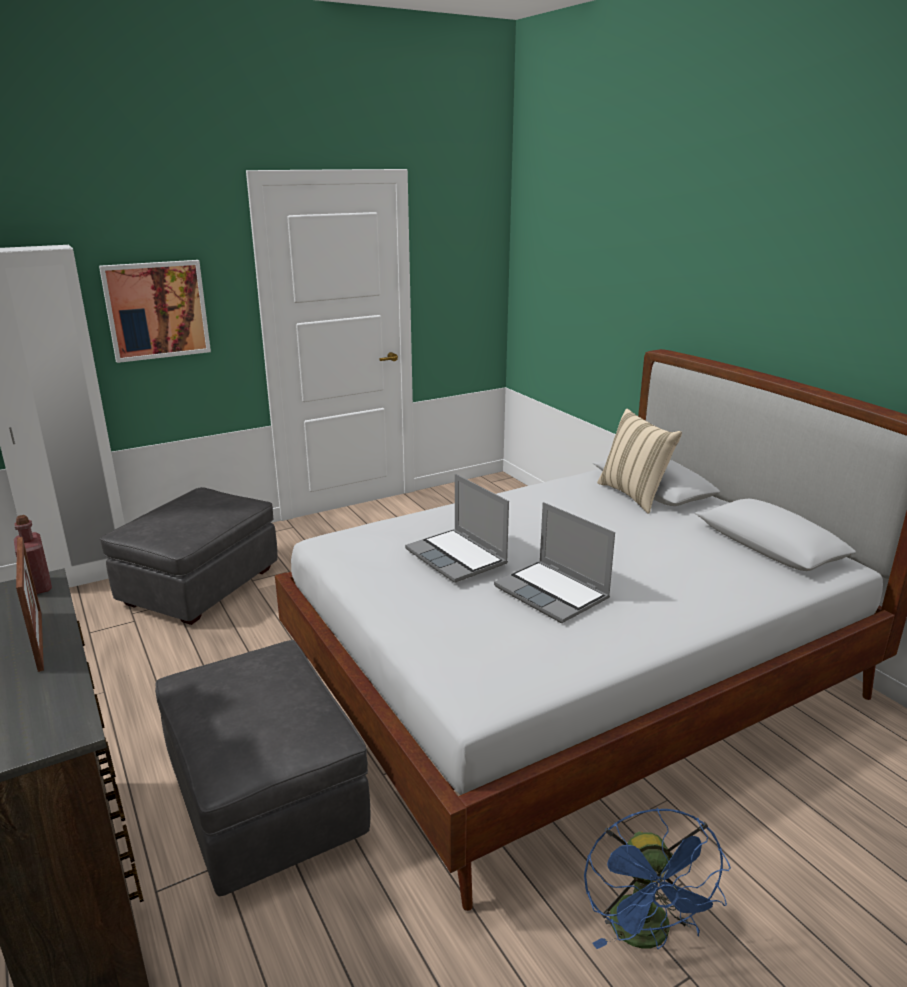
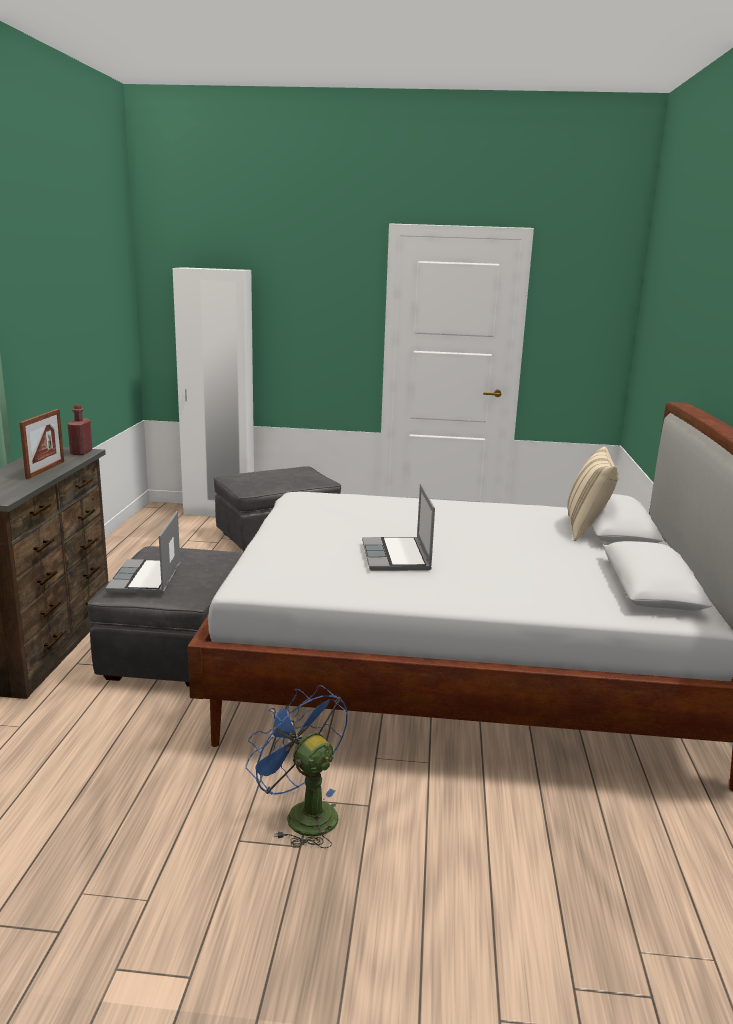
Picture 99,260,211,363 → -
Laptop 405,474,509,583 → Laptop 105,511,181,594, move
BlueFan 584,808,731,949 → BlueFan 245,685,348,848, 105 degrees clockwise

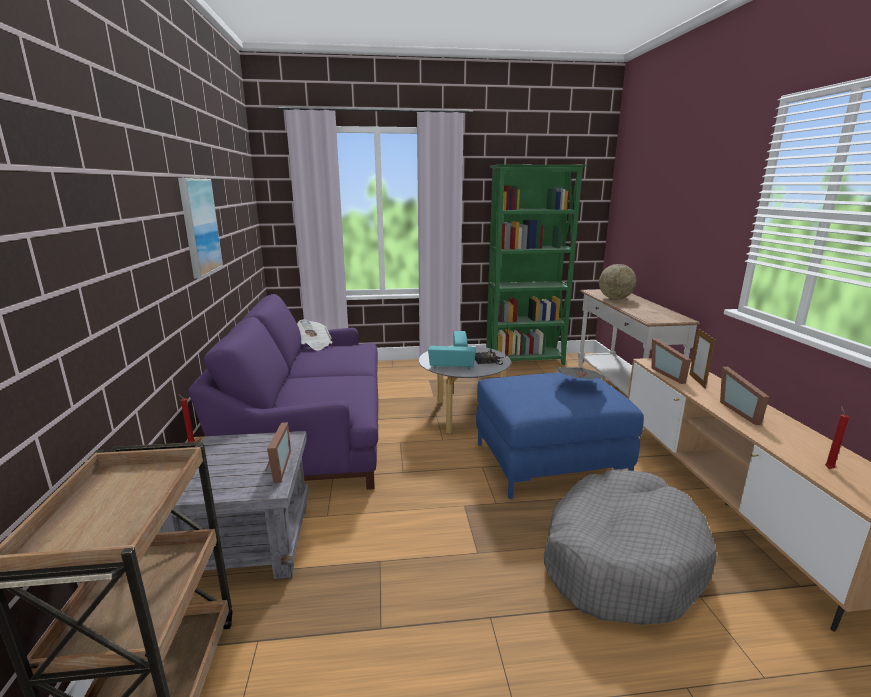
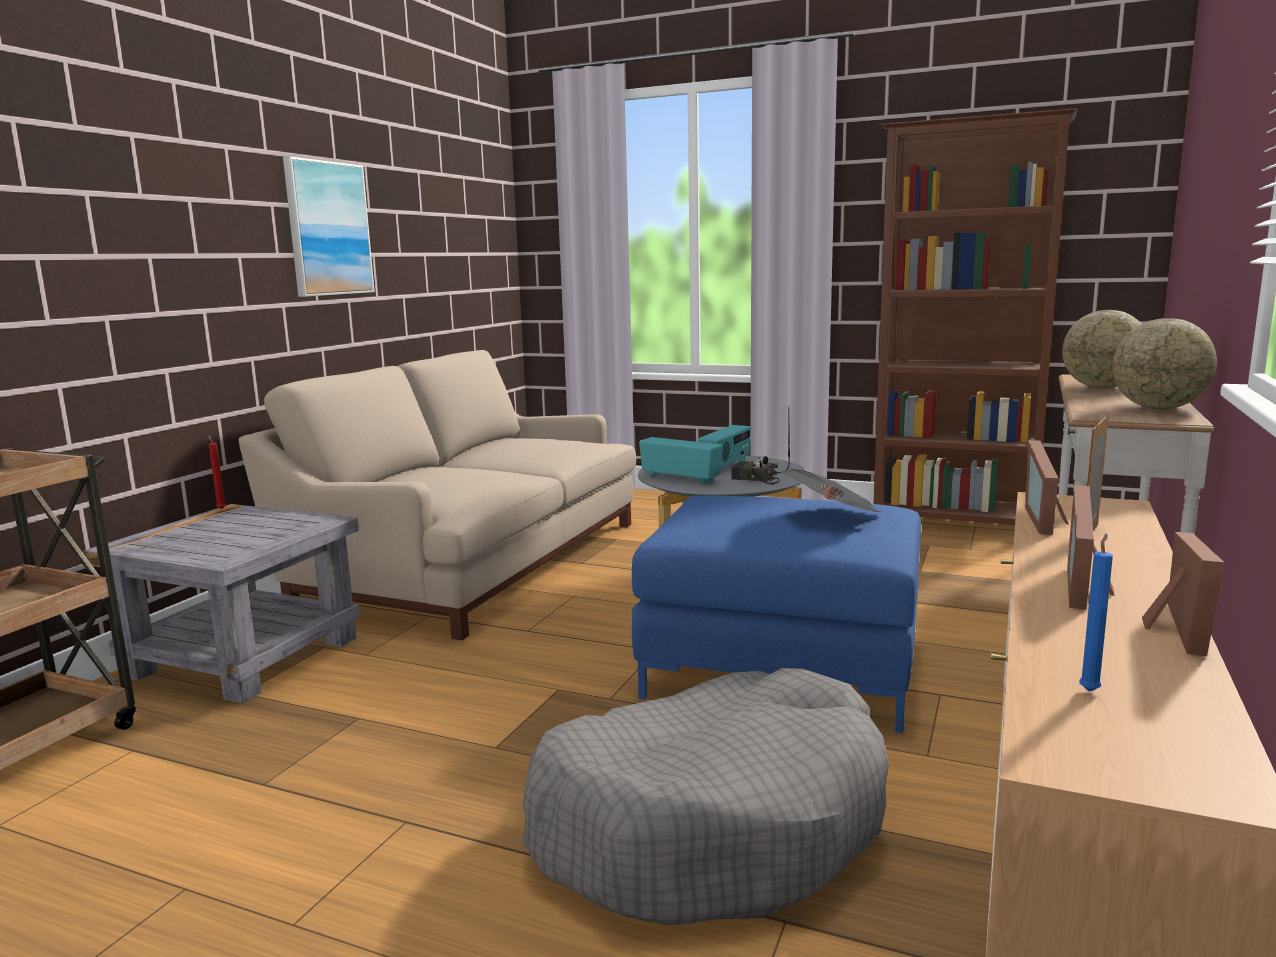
PurpleSofa 188,294,378,489 → BeigeSofa 239,350,636,640
PictureFrame 265,422,291,483 → PictureFrame 1142,532,1224,656, move
Newspaper 297,320,333,351 → -
GreenBookcase 486,164,587,365 → BrownBookcase 874,108,1078,525
RedCandle 825,407,849,469 → BlueCandle 1079,533,1113,692
- → Globe 1112,318,1217,409

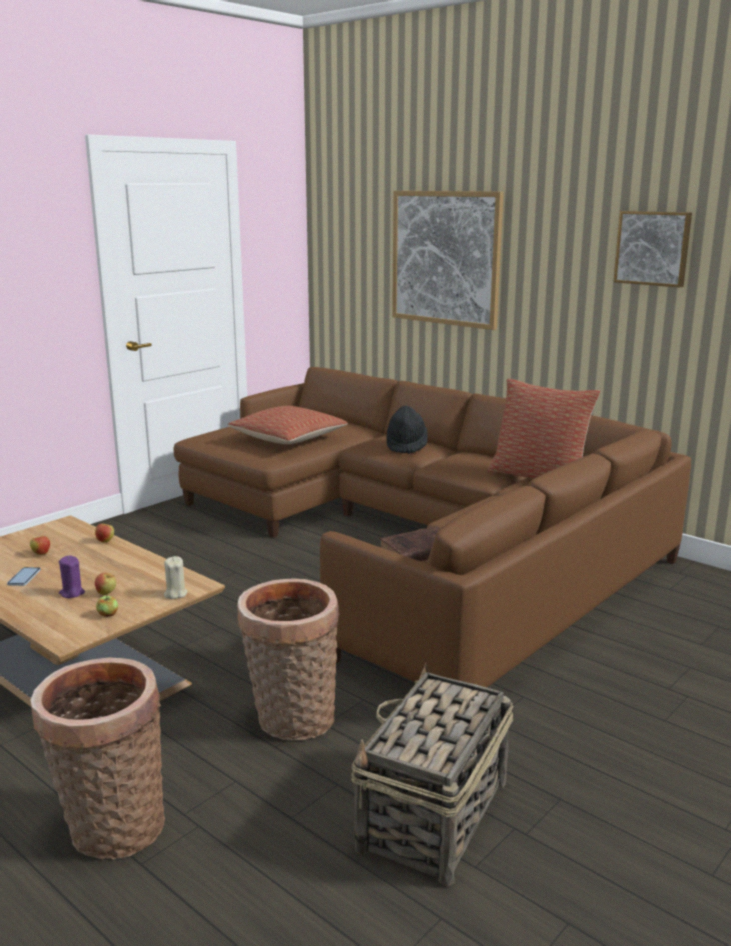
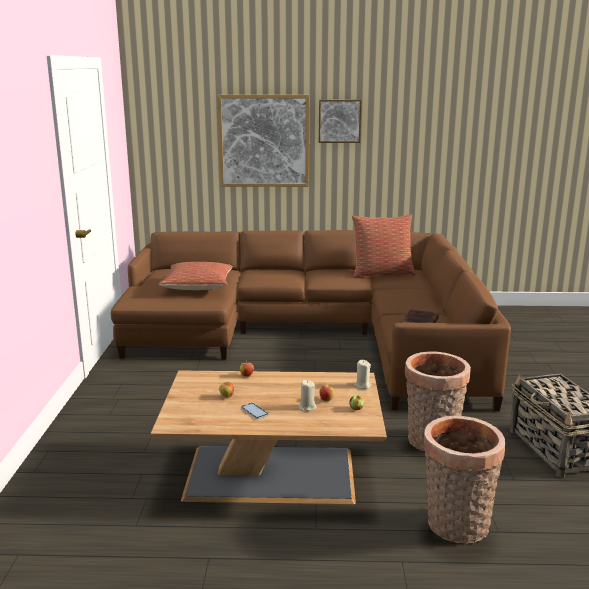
PurpleCandle 59,555,85,598 → BeigeCandle 298,380,316,411
BlackHat 387,406,428,454 → -
Picture 614,211,692,287 → Picture 319,100,362,143, move

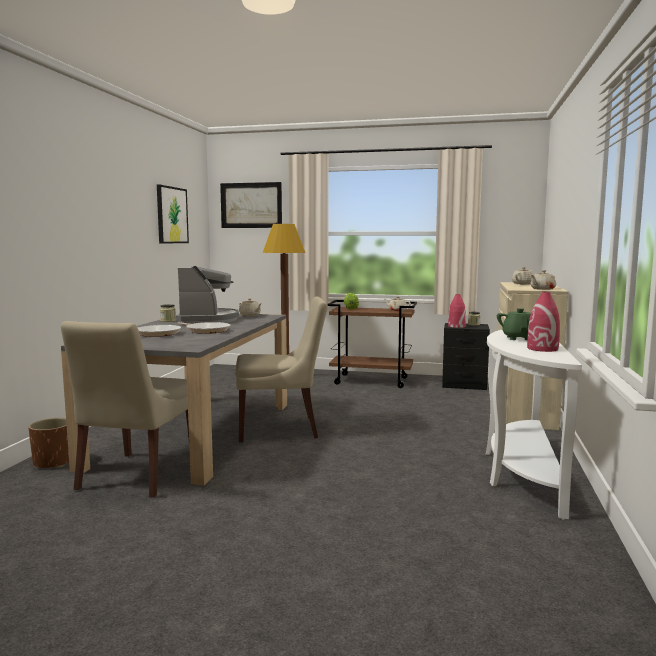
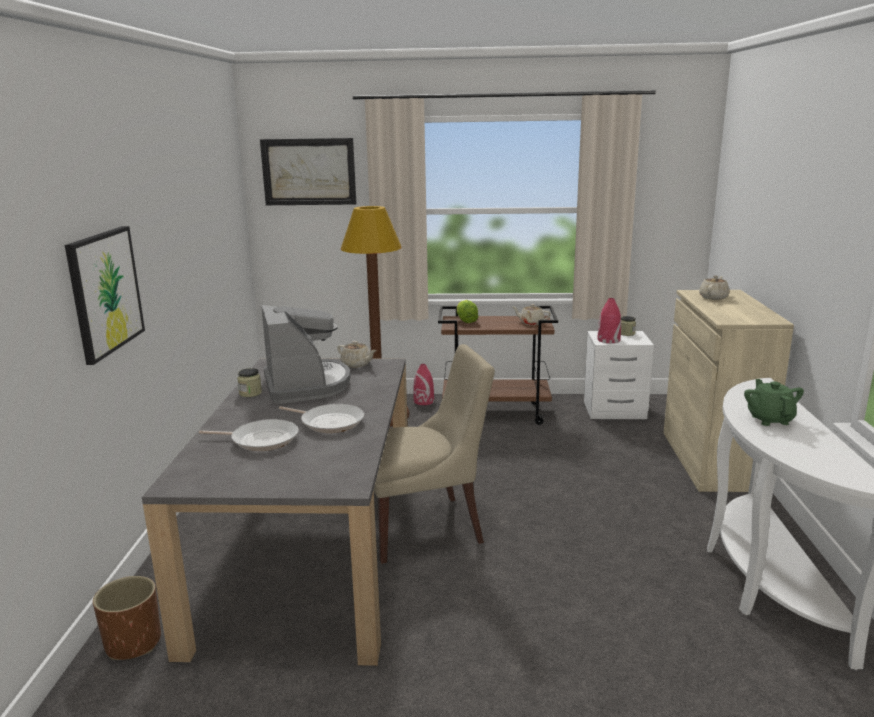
BeigeChair 61,321,189,498 → -
Picture 157,185,189,243 → Picture 65,226,145,365, move
BlackNightstand 442,323,490,390 → WhiteNightstand 584,331,654,419
RedVase 527,292,560,352 → RedVase 413,364,434,405, move
BeigeTeapot 530,270,556,290 → -

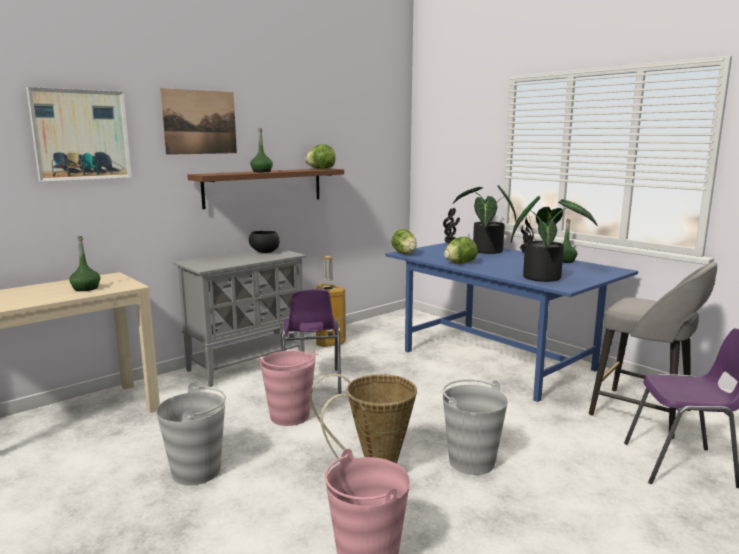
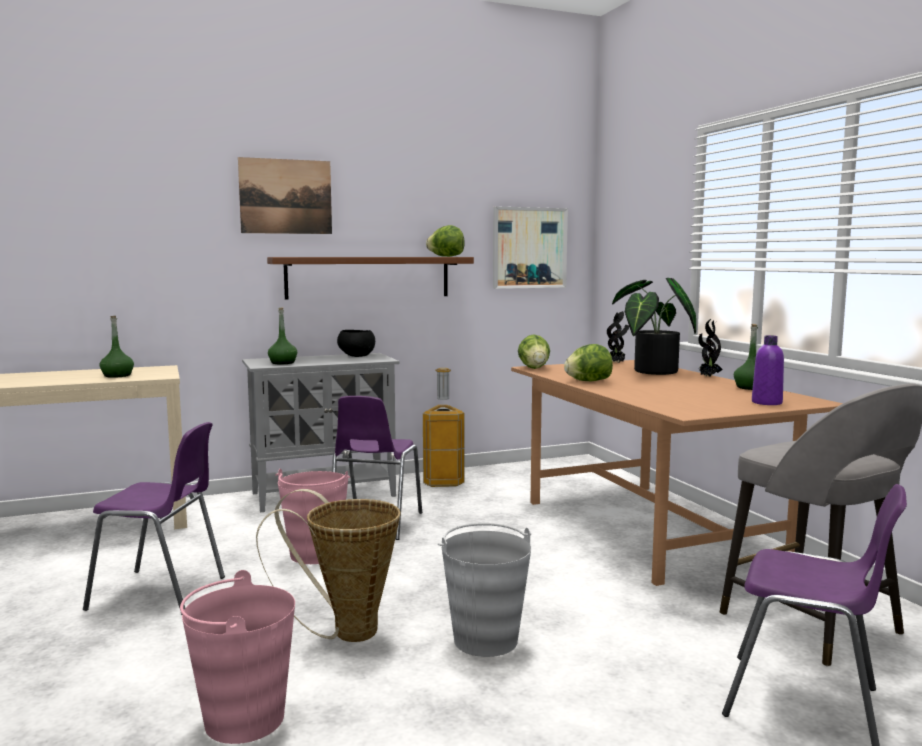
Picture 26,87,132,182 → Picture 493,206,568,289, move
GreyBucket 156,383,226,485 → PurpleChair 83,422,225,615
GreenBottle 250,128,273,172 → GreenBottle 268,307,297,364, move
BlueDiningTable 386,243,638,402 → BrownDiningTable 511,360,843,586
PottedPlant 511,196,598,282 → -
- → PurpleBottle 752,335,784,405

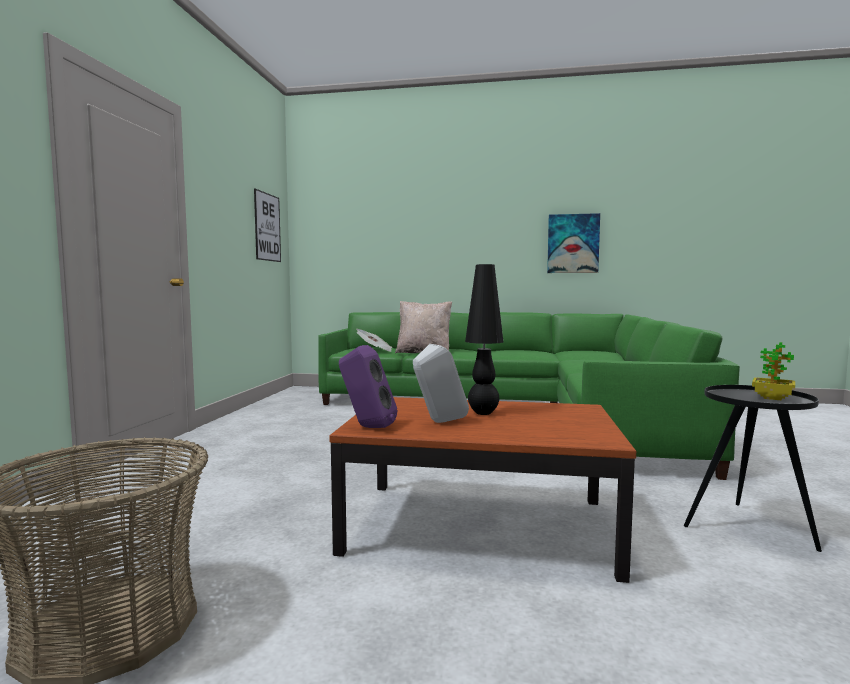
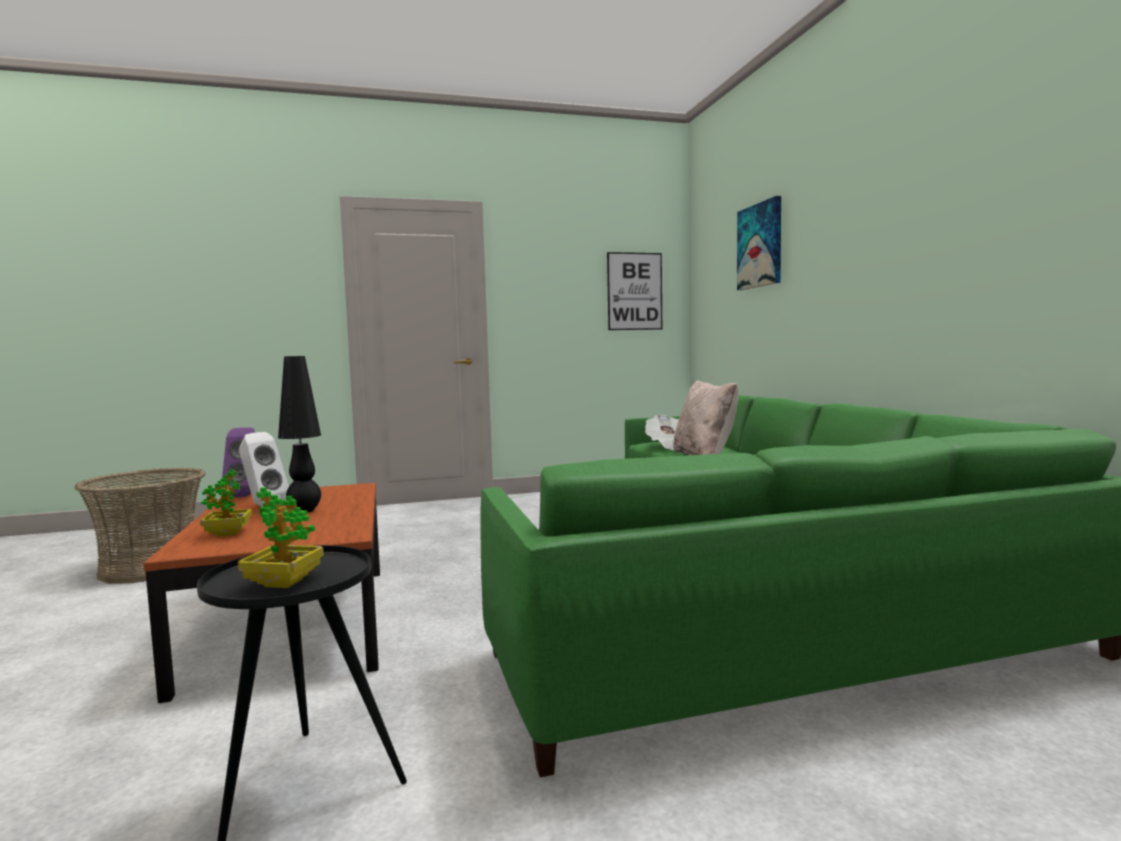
Picture 547,213,600,273 → Picture 737,196,781,290, move
- → PottedPlant 200,469,252,537

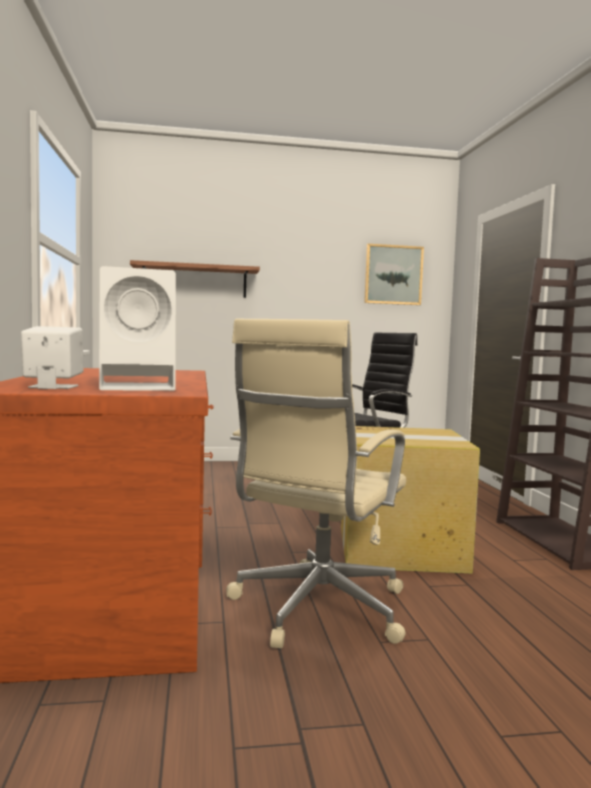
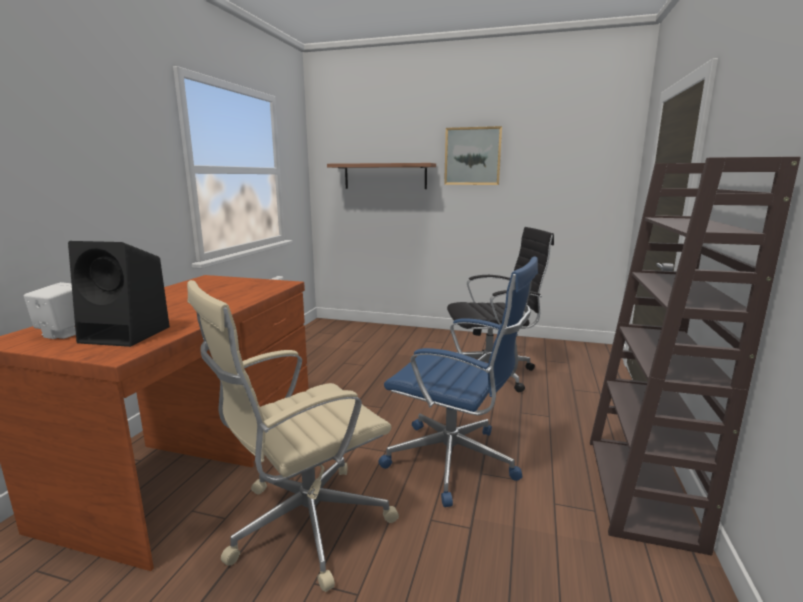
WhiteSpeaker 99,266,176,391 → BlackSpeaker 68,241,170,347
CardboardBox 341,426,480,574 → BlueOfficeChair 378,256,538,507
Picture 364,244,424,305 → Picture 444,126,502,185, move

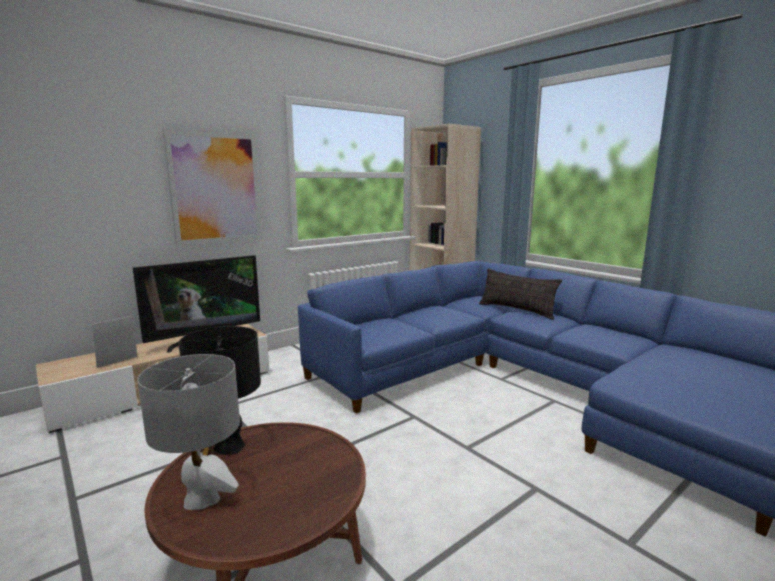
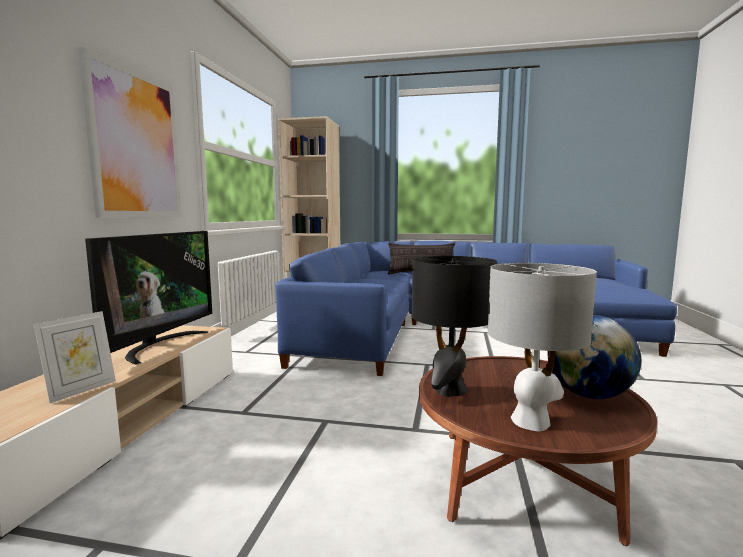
PictureFrame 92,315,137,368 → PictureFrame 34,311,116,403, 150 degrees counterclockwise
- → Globe 548,315,641,399

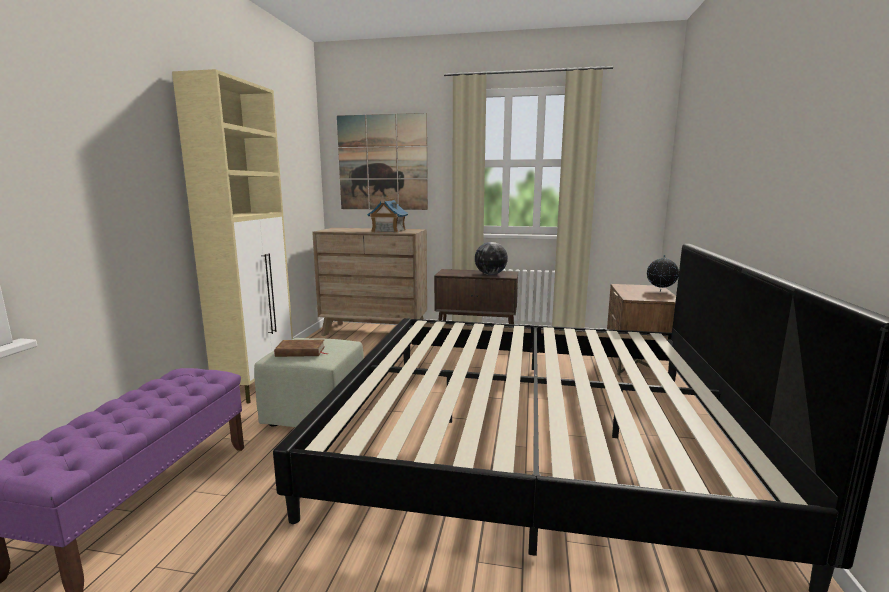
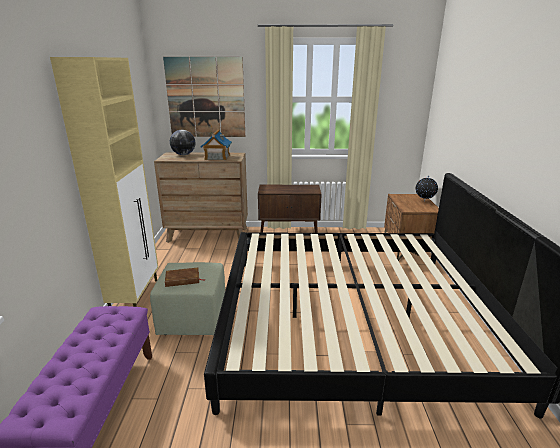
Globe 475,242,508,275 → Globe 170,130,195,155, move

